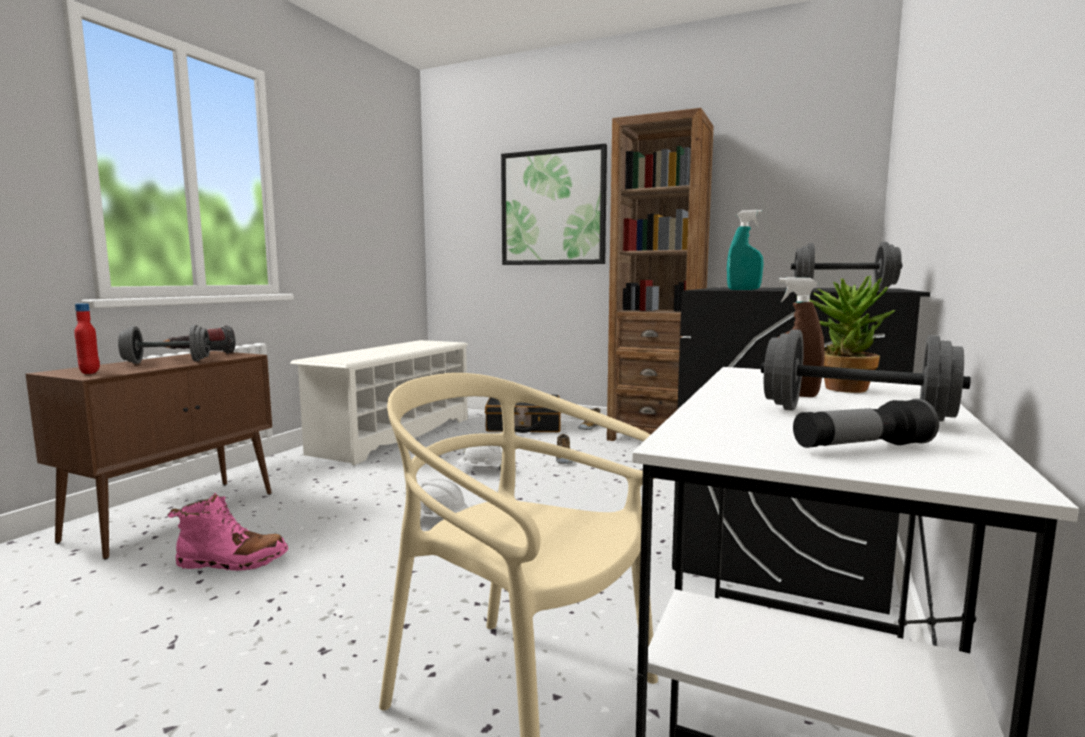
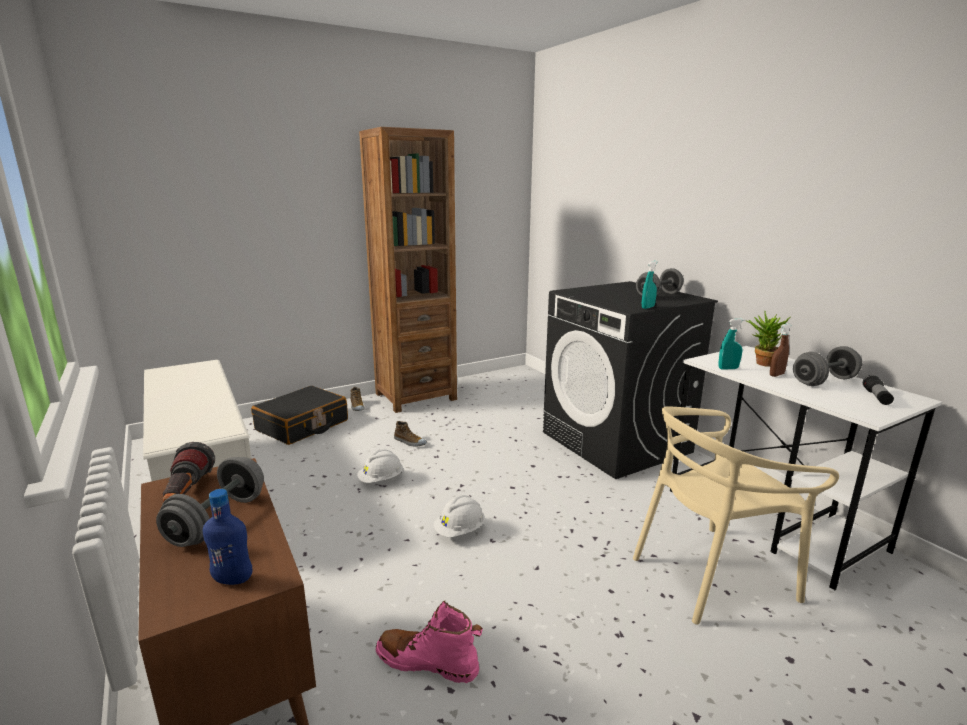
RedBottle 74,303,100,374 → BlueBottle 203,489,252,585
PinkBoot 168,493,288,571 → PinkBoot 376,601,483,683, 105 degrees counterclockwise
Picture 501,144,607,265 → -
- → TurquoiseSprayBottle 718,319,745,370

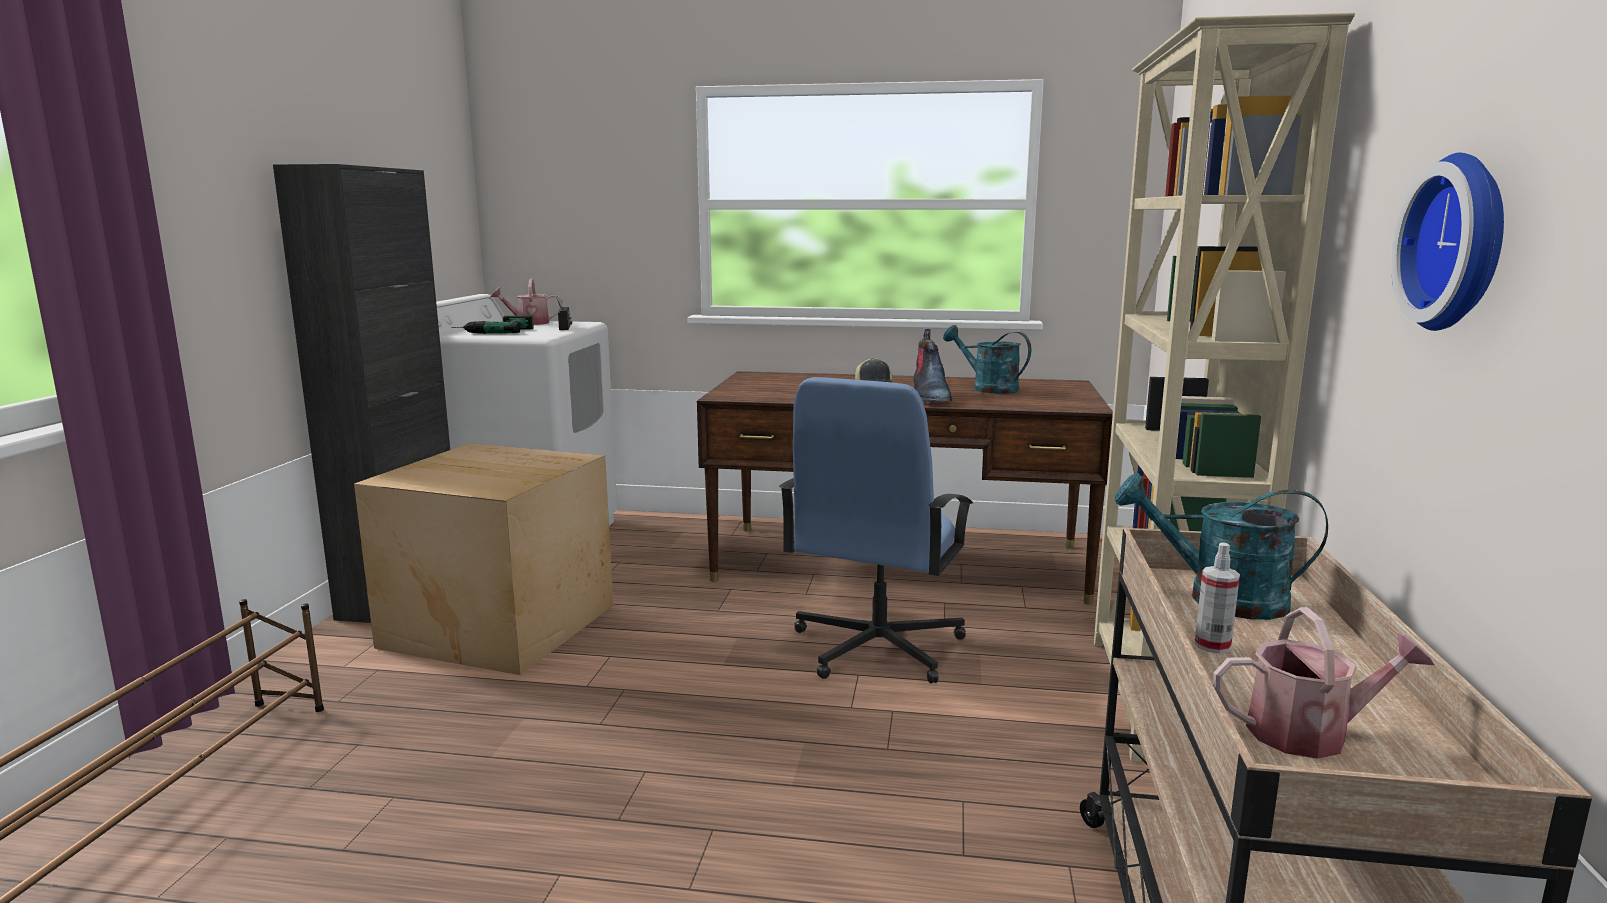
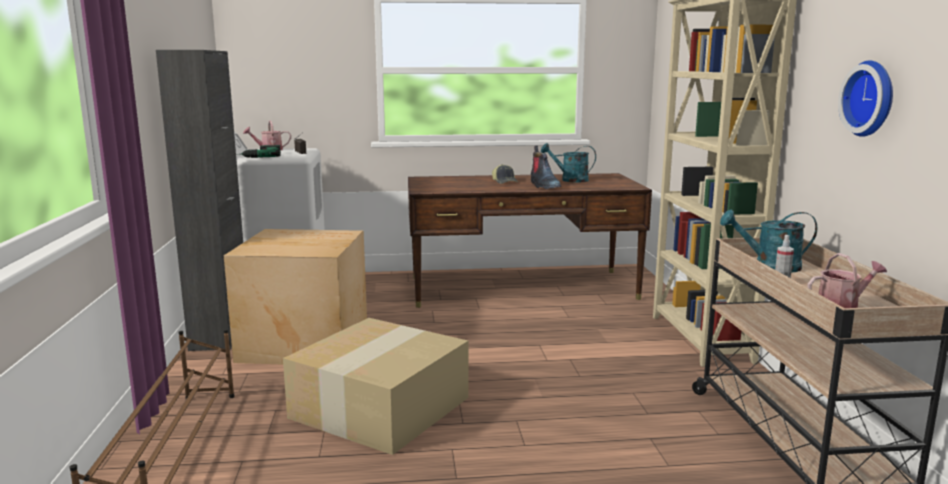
BlueOfficeChair 779,377,973,684 → -
- → CardboardBox 283,318,469,455

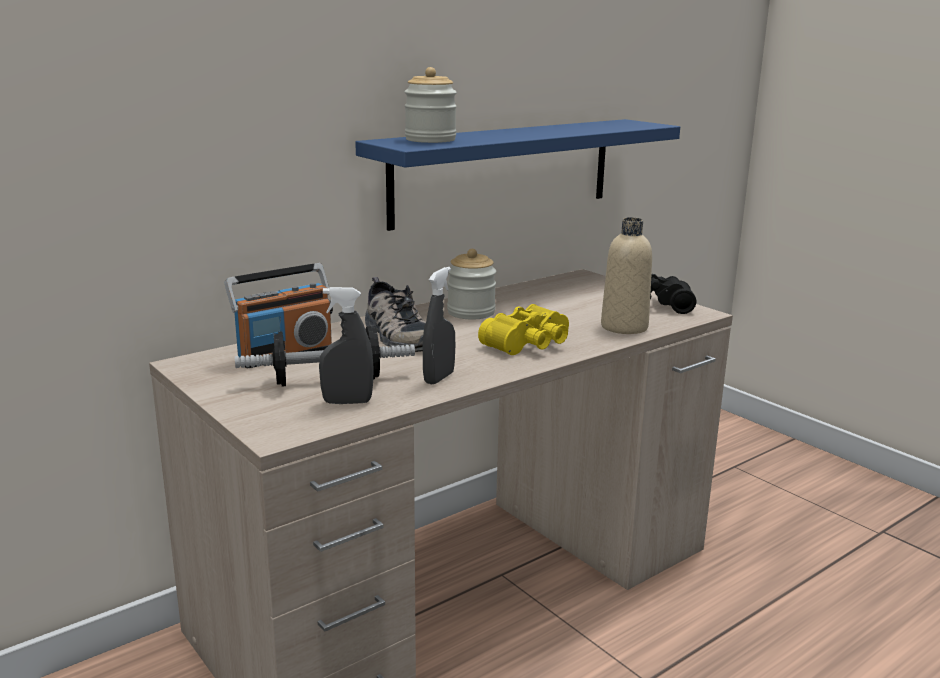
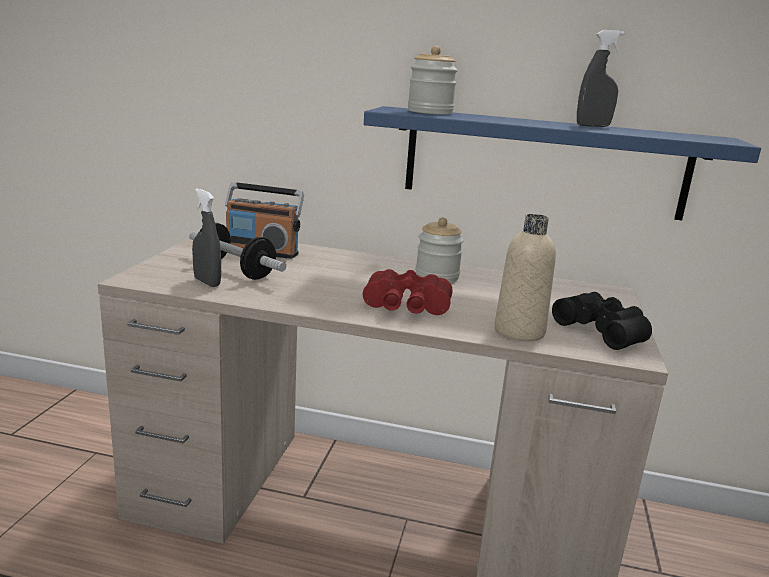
Shoe 365,277,426,352 → -
GreySprayBottle 423,267,455,385 → GreySprayBottle 577,30,625,127, move
YellowBinoculars 478,304,569,355 → RedBinoculars 363,269,453,315

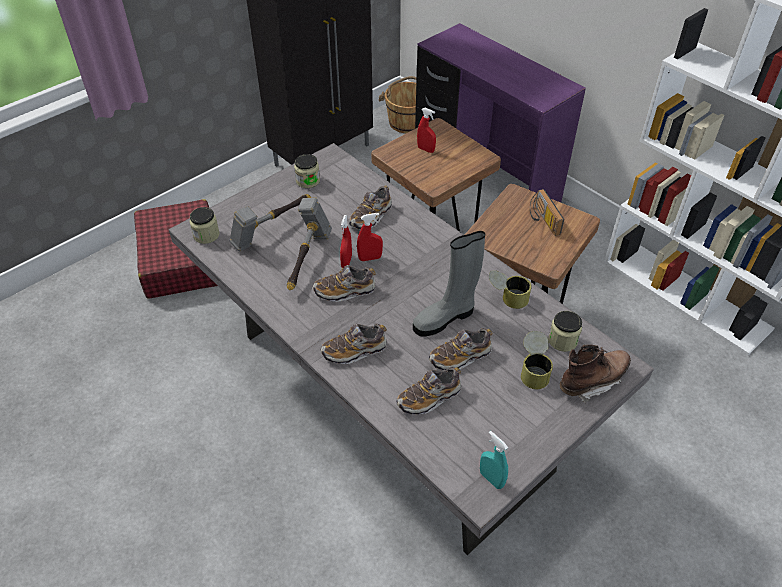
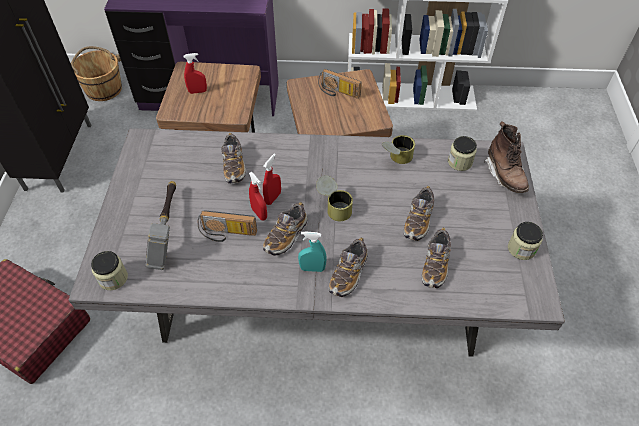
Hammer 287,198,332,290 → Radio 197,210,257,242
Jar 294,154,320,188 → Jar 508,222,543,260, move
GreyBoot 413,231,485,337 → -
TurquoiseSprayBottle 480,431,508,489 → TurquoiseSprayBottle 298,231,326,272, move
Can 521,331,553,389 → Can 316,175,353,221, move
BrownBoot 560,345,631,403 → BrownBoot 483,121,529,193, 150 degrees clockwise

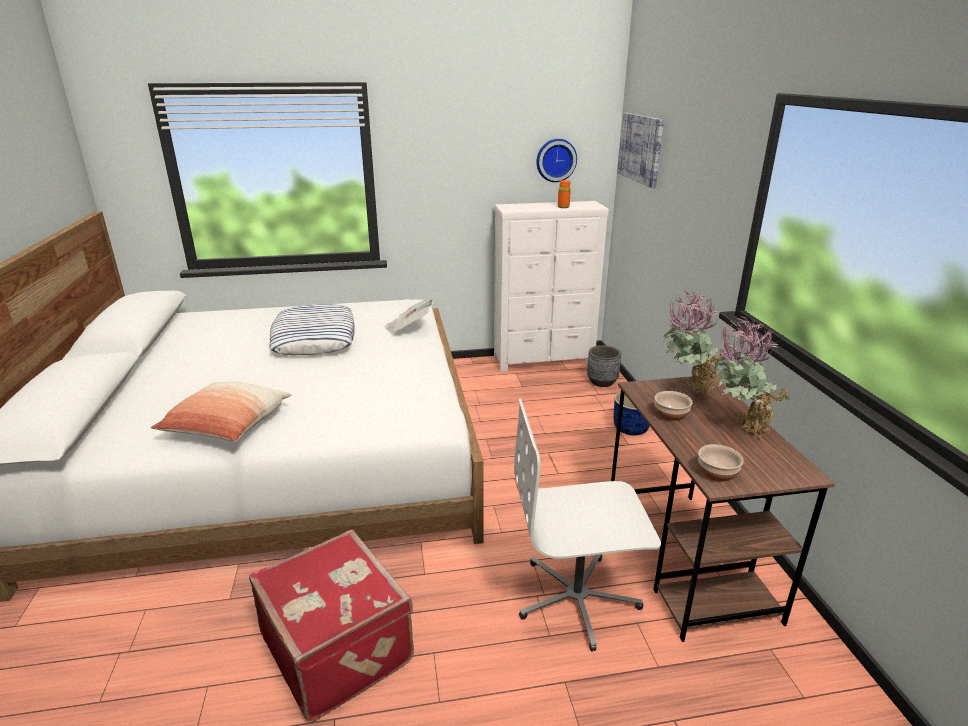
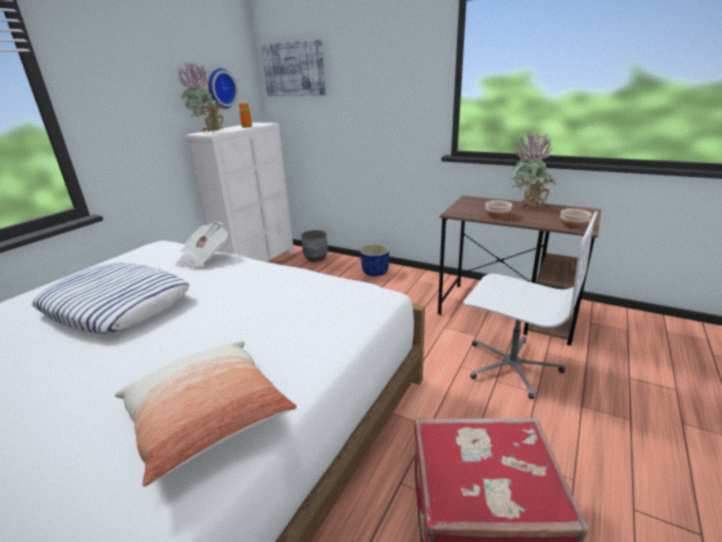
WhiteOfficeChair 514,399,661,651 → WhiteOfficeChair 464,212,598,399, 90 degrees counterclockwise
PottedPlant 663,291,723,397 → PottedPlant 178,62,223,132, move

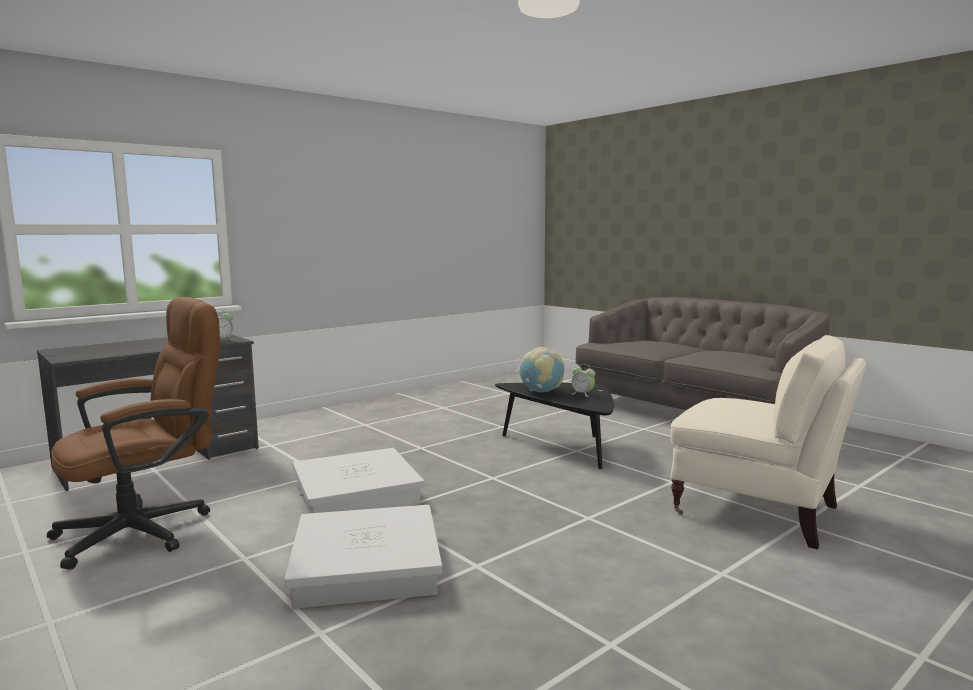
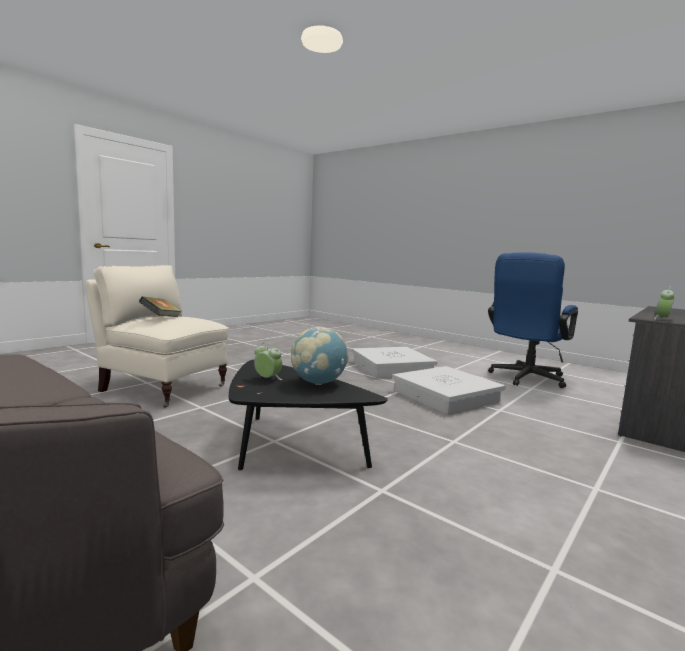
BrownOfficeChair 47,297,220,570 → BlueOfficeChair 488,252,578,388
- → Book 139,297,181,317

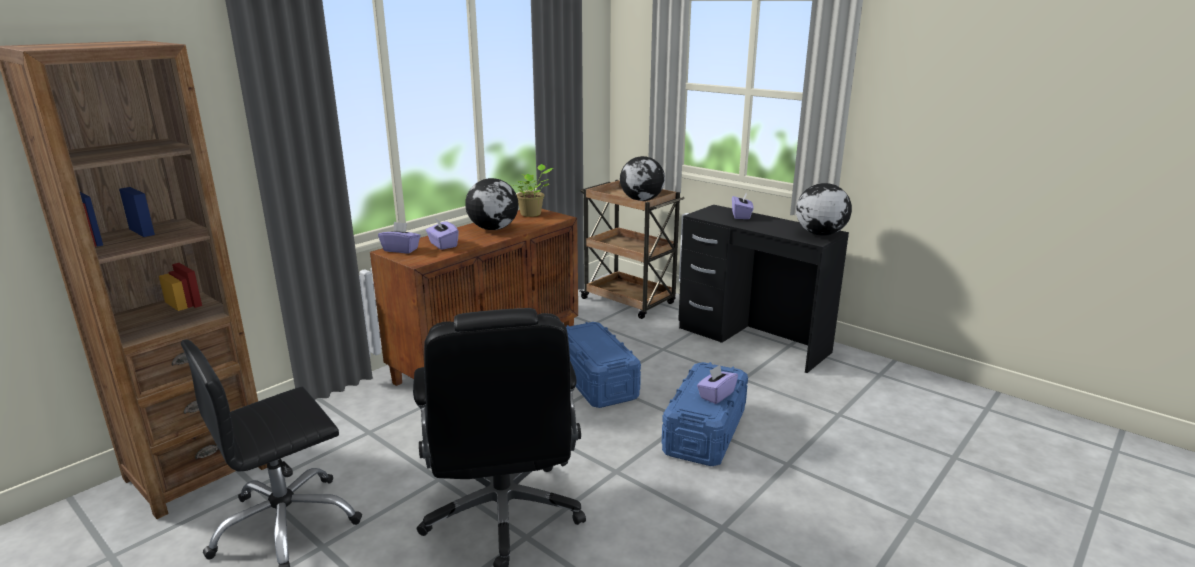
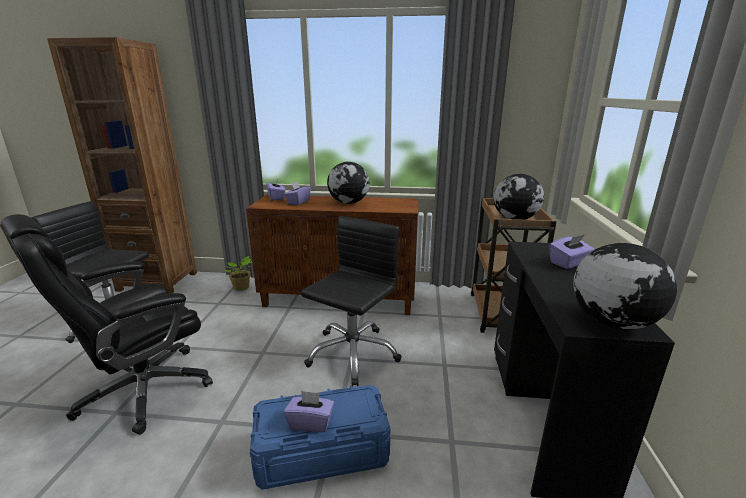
PottedPlant 511,164,553,217 → PottedPlant 224,256,252,291, move
BlueStorageBox 566,322,641,408 → BlackOfficeChair 301,216,402,386

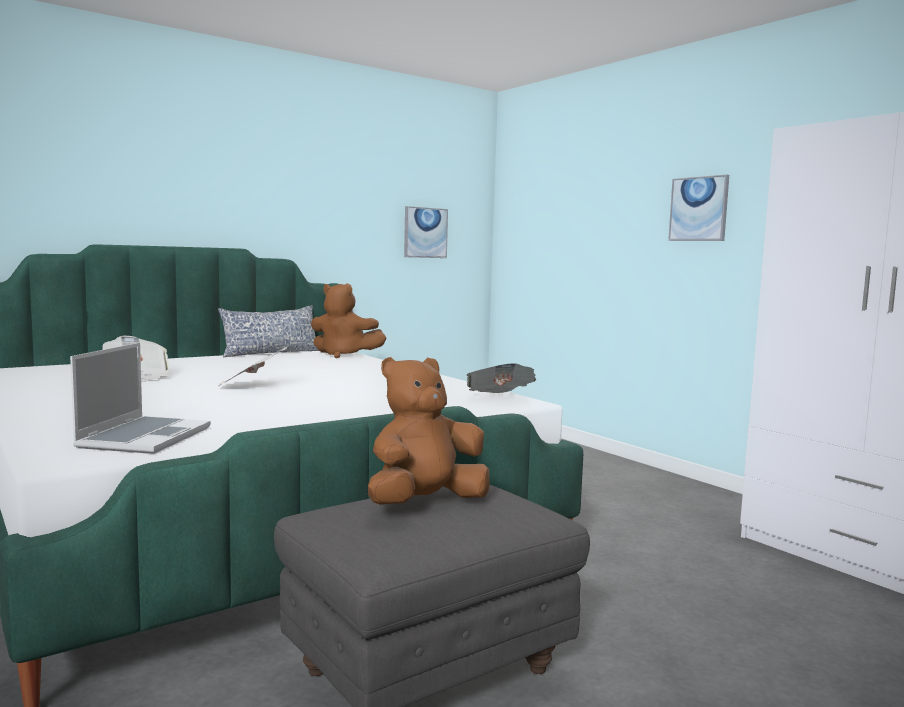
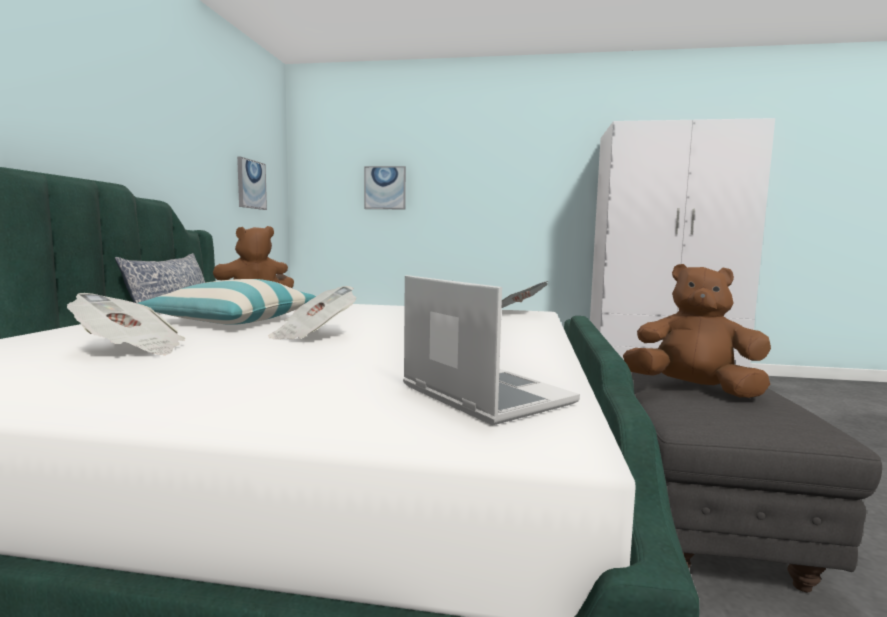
BrownPlushToy 368,357,490,505 → BrownPlushToy 623,264,771,398, 105 degrees clockwise
Picture 668,175,729,241 → Picture 364,166,406,209, move
- → Pillow 138,279,316,325

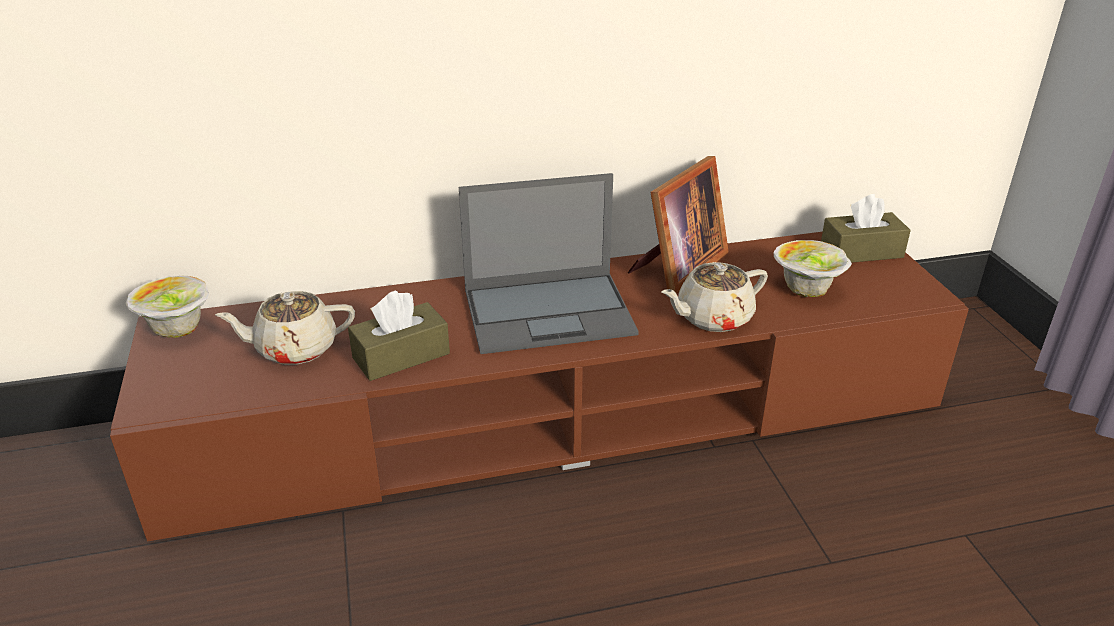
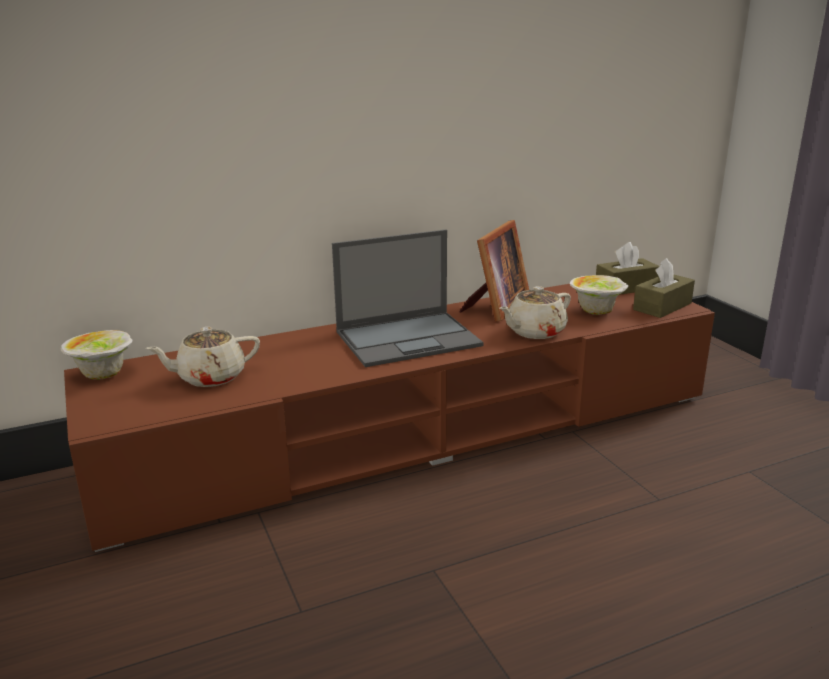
BrownTissueBox 348,290,450,381 → BrownTissueBox 633,258,695,318, move

